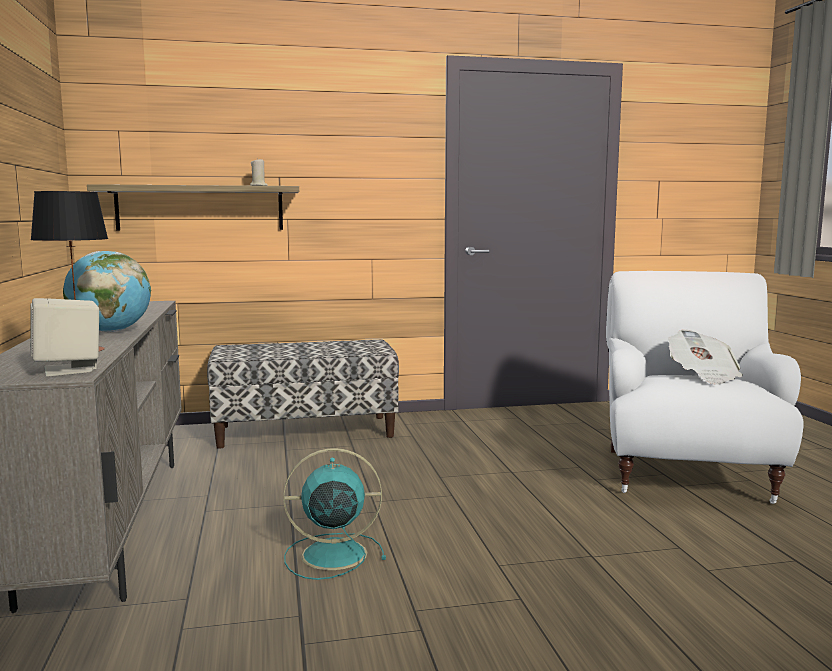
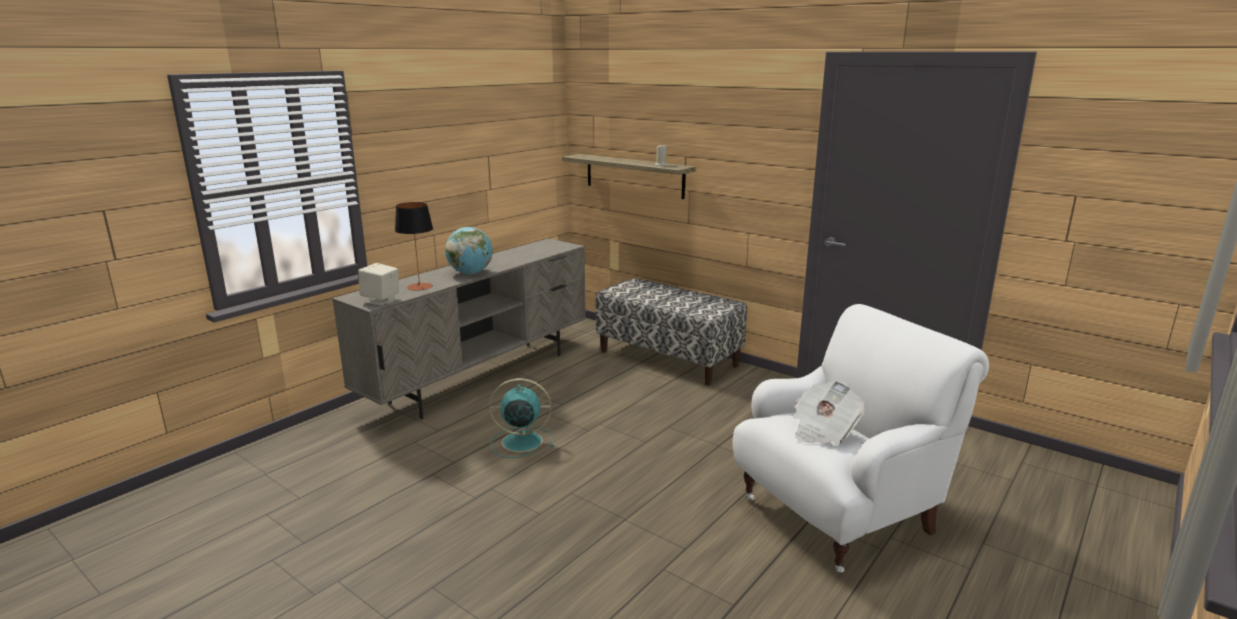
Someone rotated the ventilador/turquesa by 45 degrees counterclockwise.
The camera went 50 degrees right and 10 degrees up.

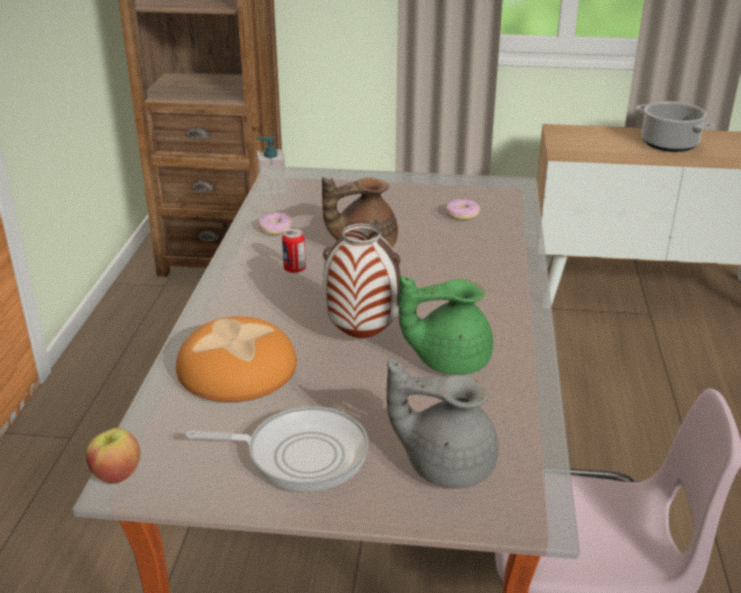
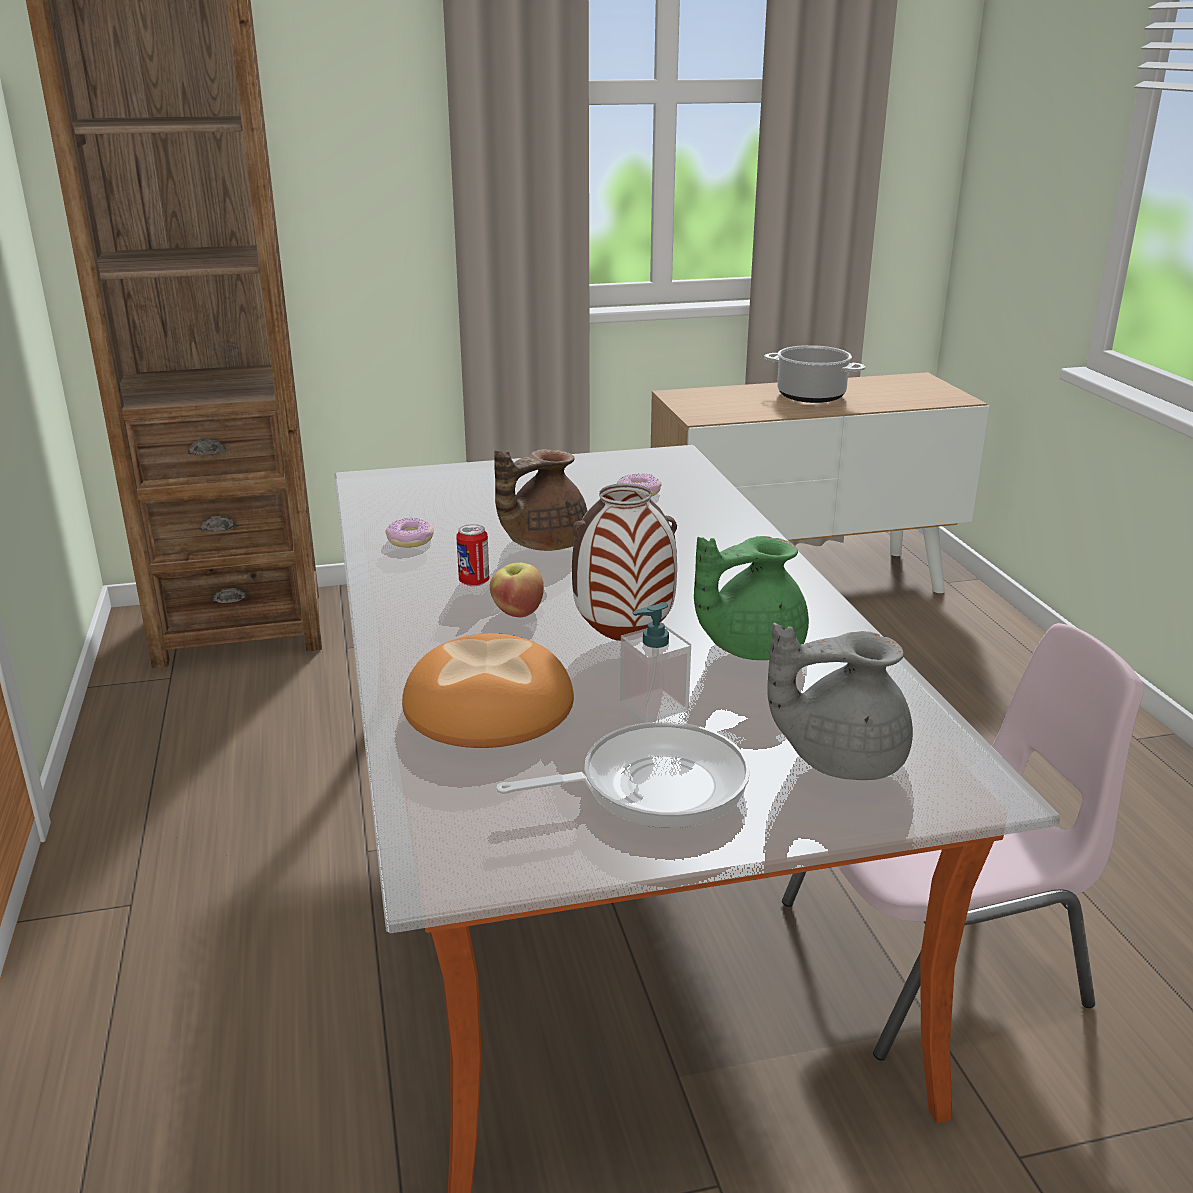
Someone carried the manzana.
Someone carried the dispensador de jabón.
The camera went 20 degrees left and 5 degrees down.

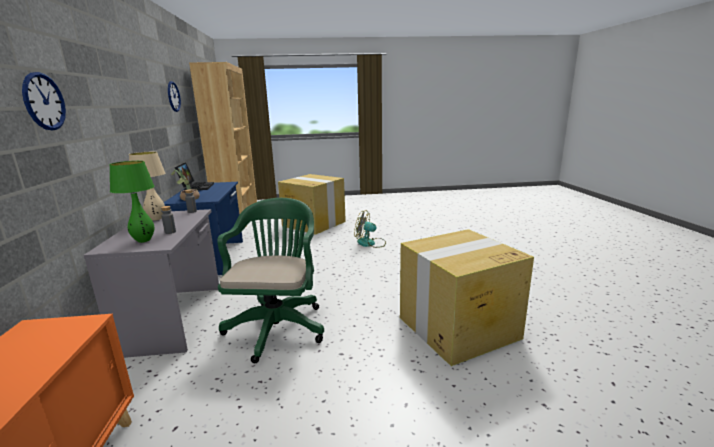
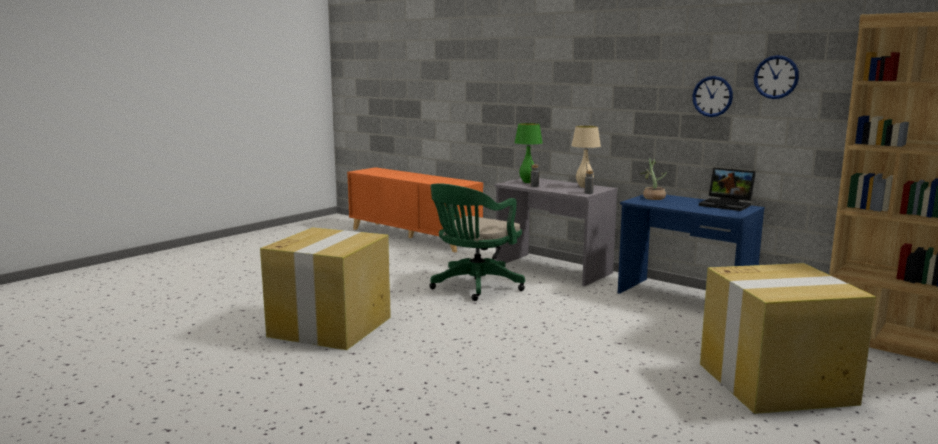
Someone took away the ventilador.
Someone carried the reloj de pared (1st from left).
Someone rotated the silla de oficina/verde by 75 degrees clockwise.
The camera went 135 degrees right and 5 degrees down.

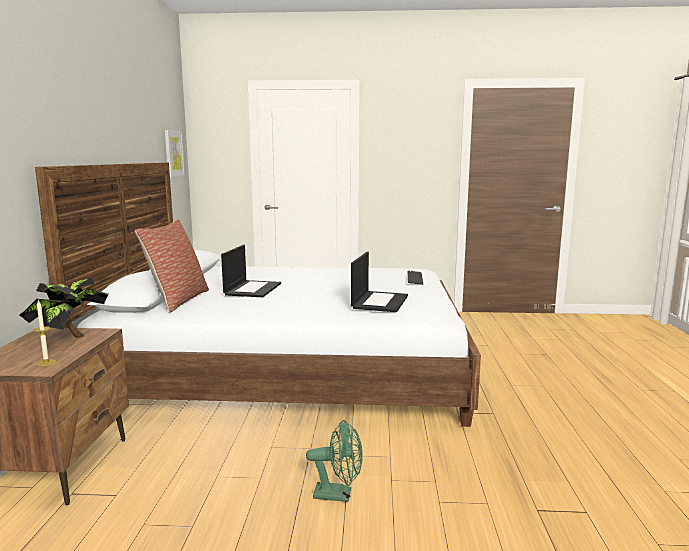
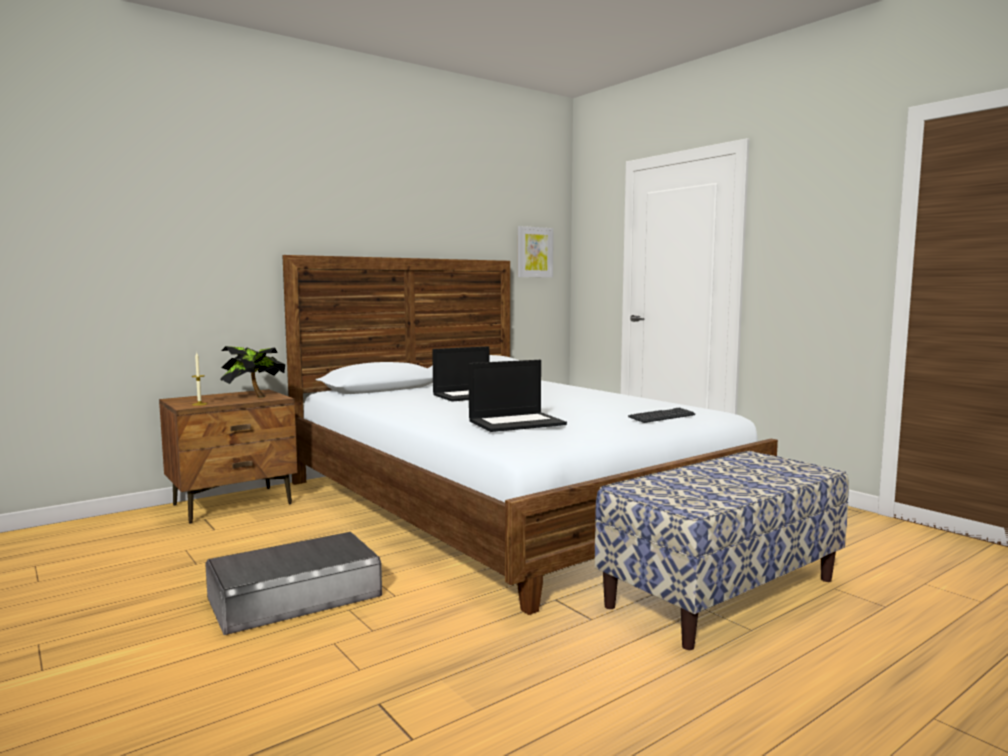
Someone took away the cojín.
Someone put down the banco.
Someone swapped the ventilador/verde for the caja de almacenaje/gris.
The camera went 50 degrees right and 5 degrees down.

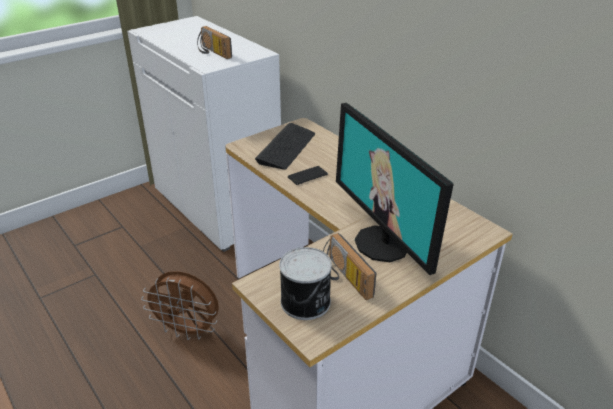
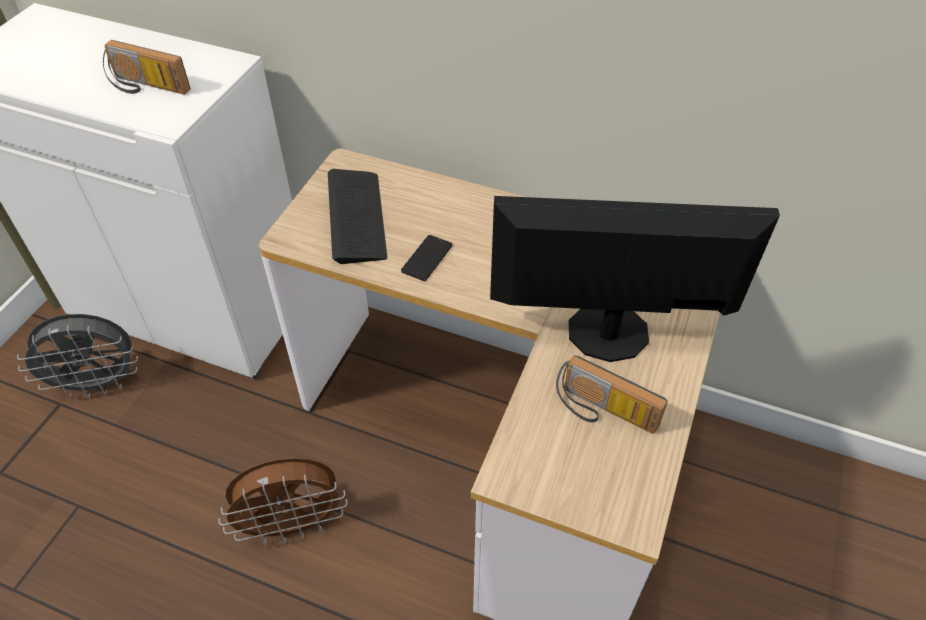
Someone took away the lata.
Someone put down the ventilador/gris.
Someone rotated the monitor by 150 degrees clockwise.
The camera went 30 degrees left and 15 degrees up.

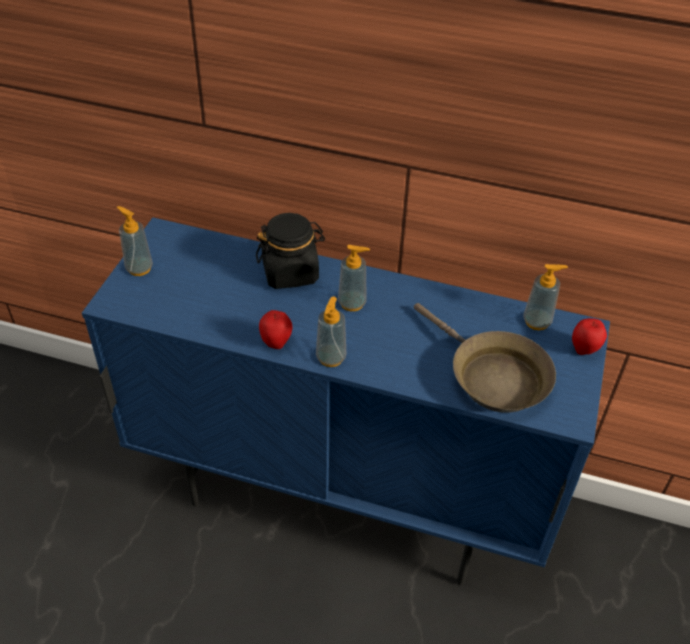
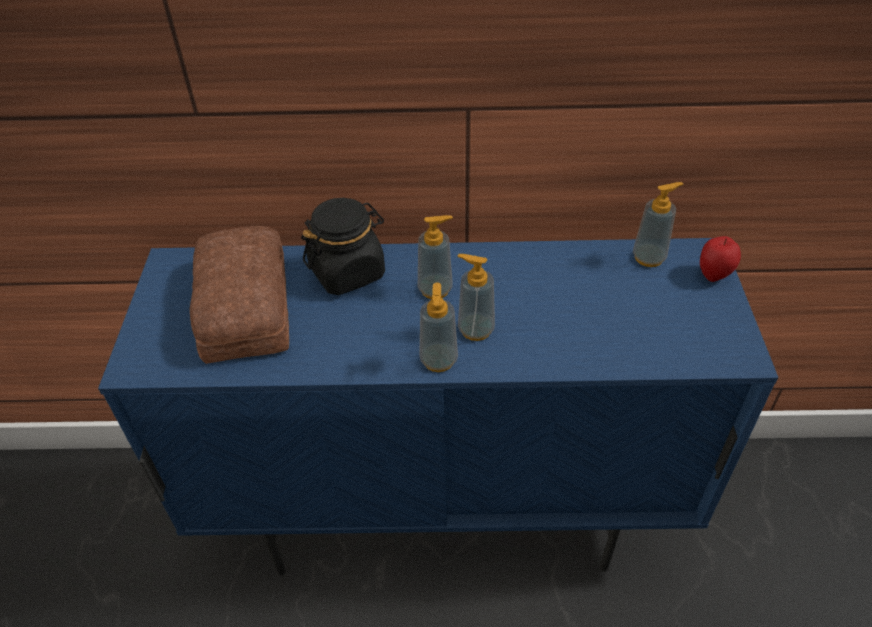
Someone took away the manzana (1st from left).
Someone took away the sartén/marrón.
Someone put down the pan.
Someone carried the dispensador de jabón (1st from left in the first image).
The camera went 15 degrees left and 0 degrees up.

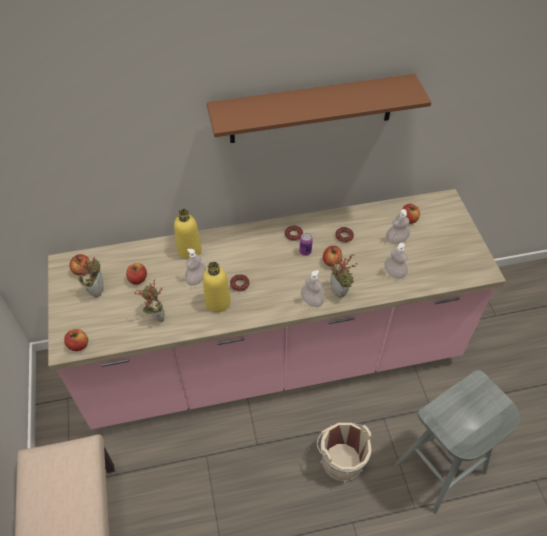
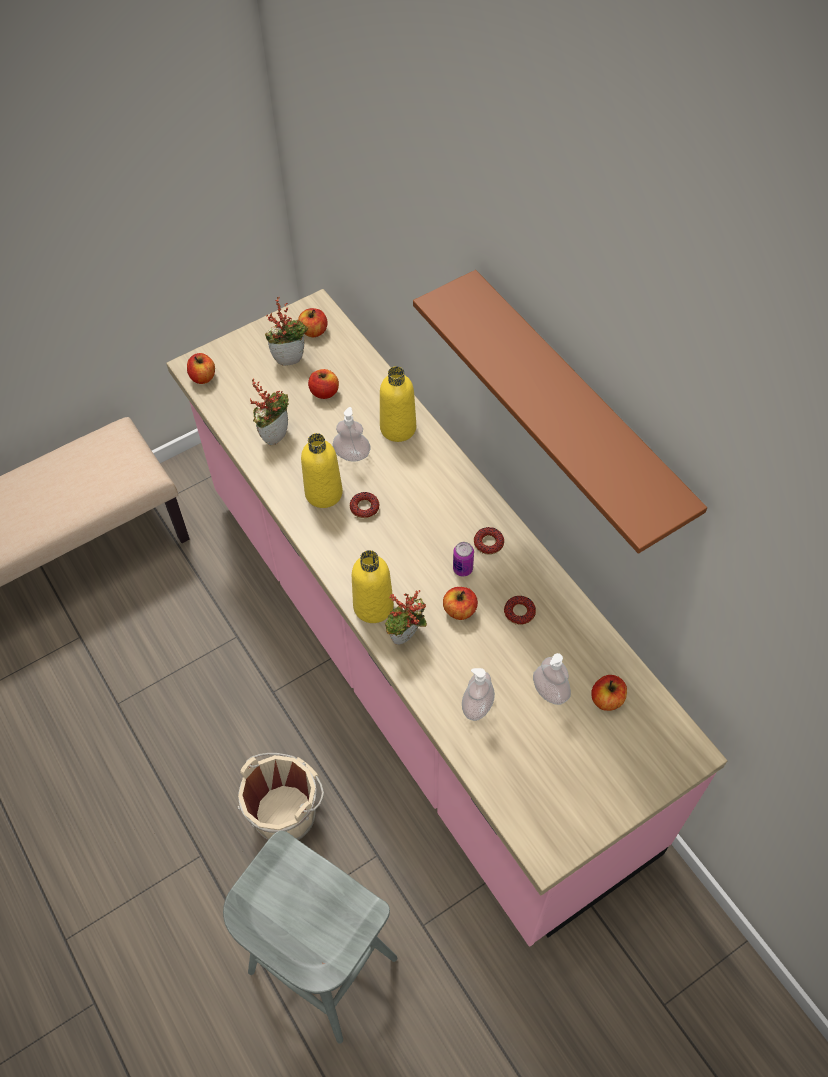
Someone swapped the dispensador de jabón (2nd from left) for the botella/amarillo (2nd from left).
The camera went 70 degrees right and 5 degrees up.

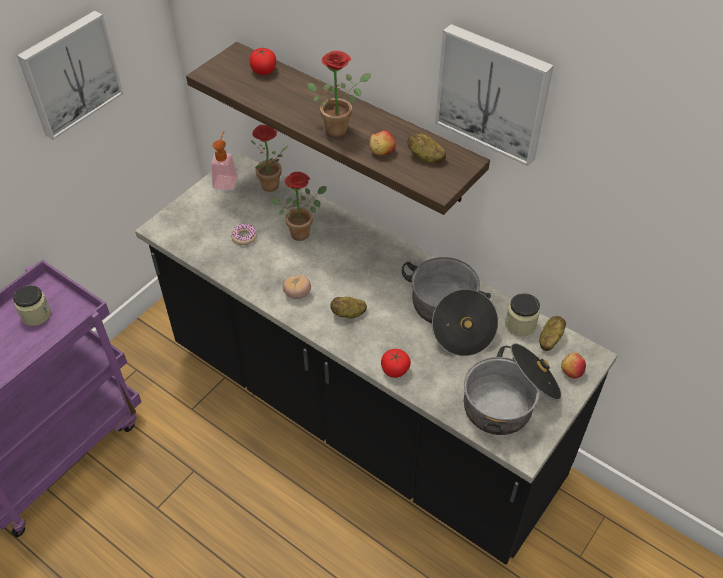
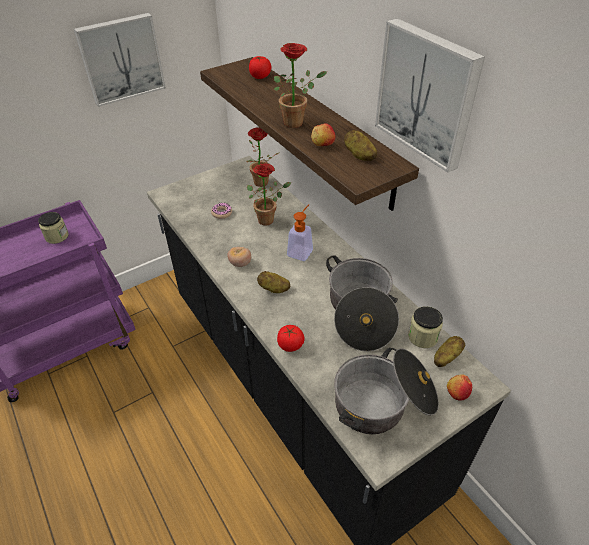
Someone carried the dispensador de jabón.
The camera went 20 degrees right and 5 degrees down.

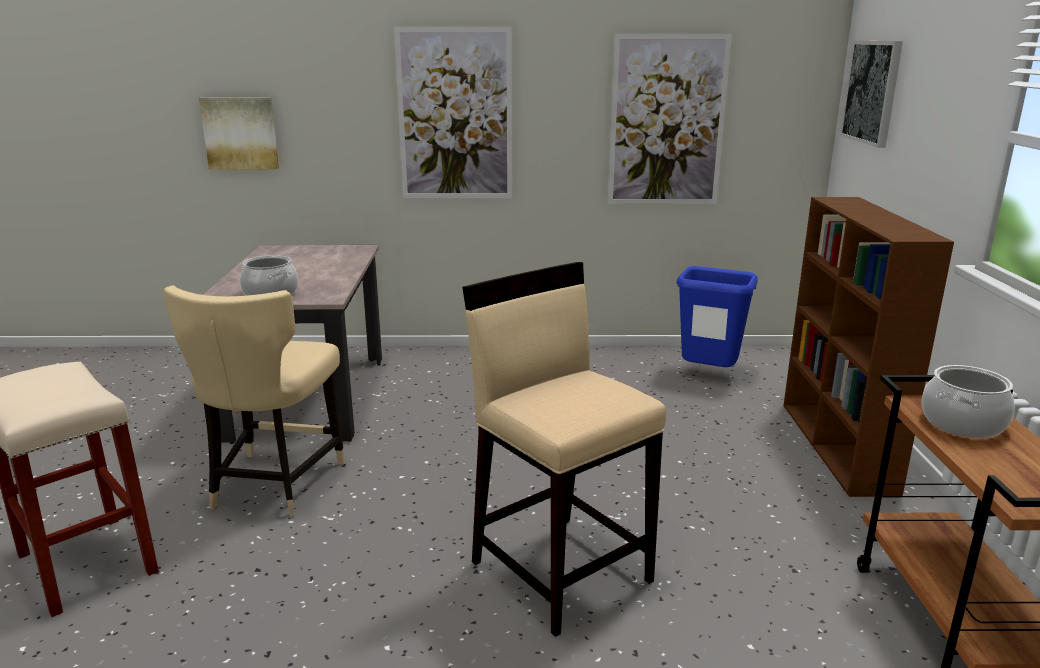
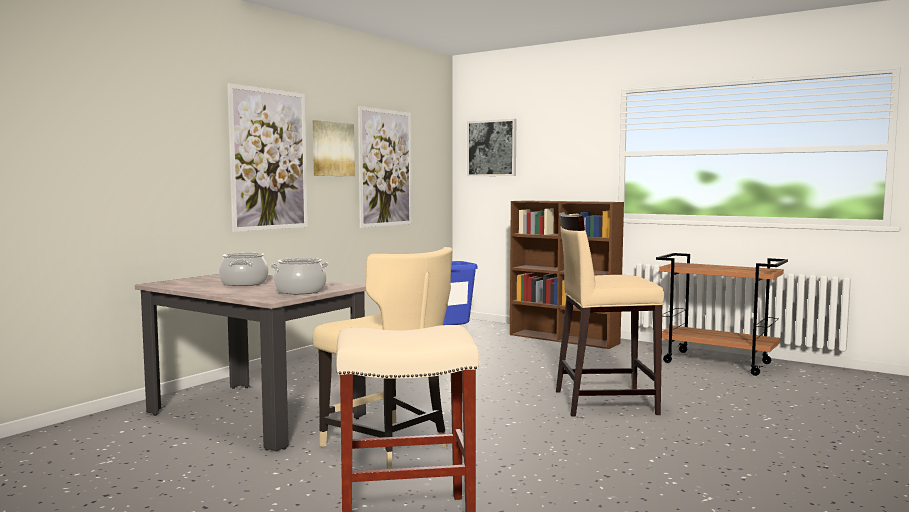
Someone carried the cuadro (1st from left in the first image).
Someone carried the olla (2nd from left in the first image).
The camera went 55 degrees left and 15 degrees down.

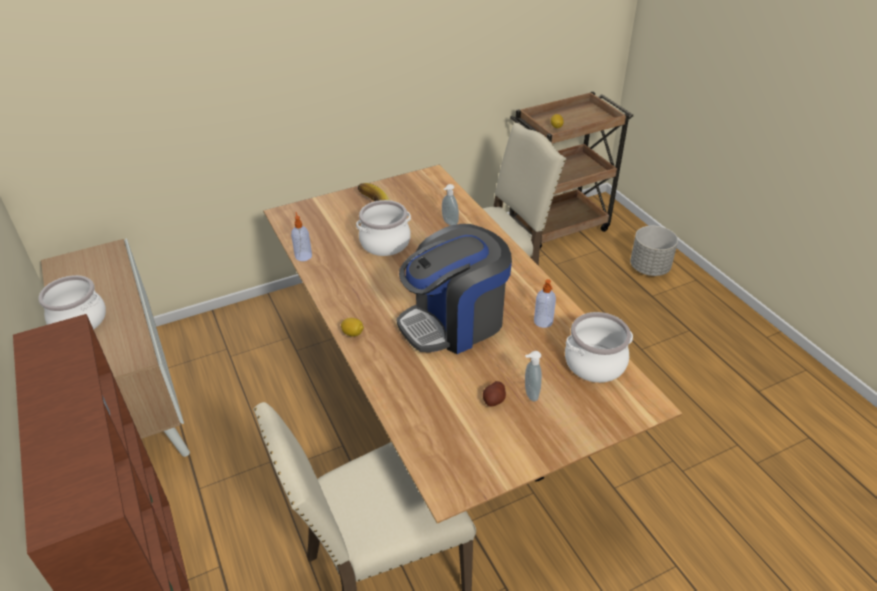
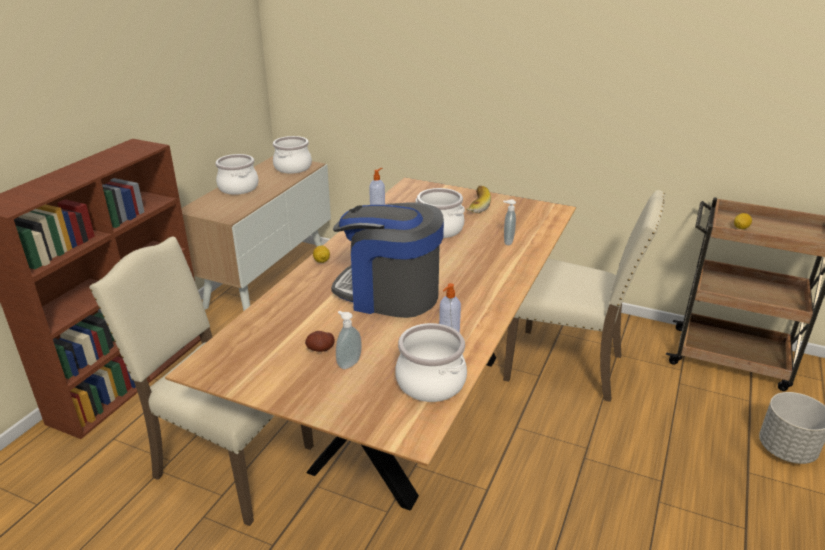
Someone put down the olla (2nd from left).
The camera went 50 degrees right and 10 degrees down.

